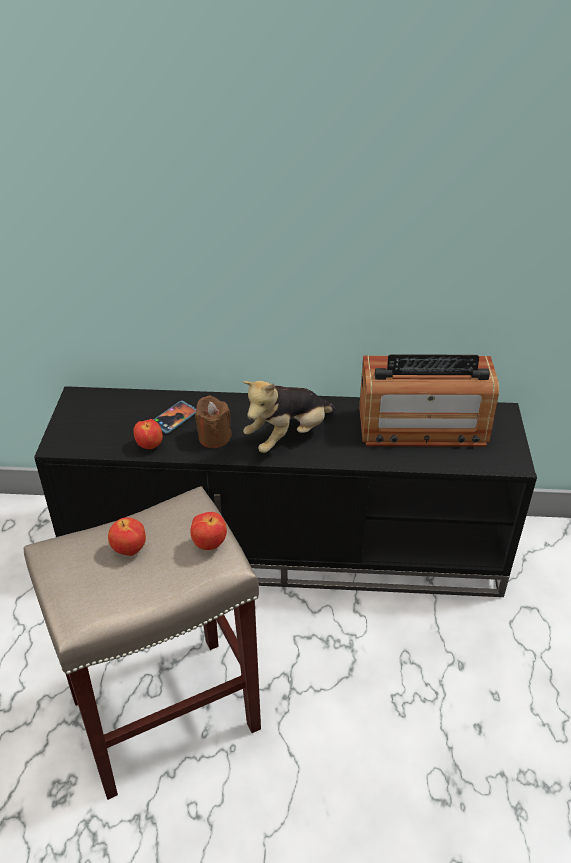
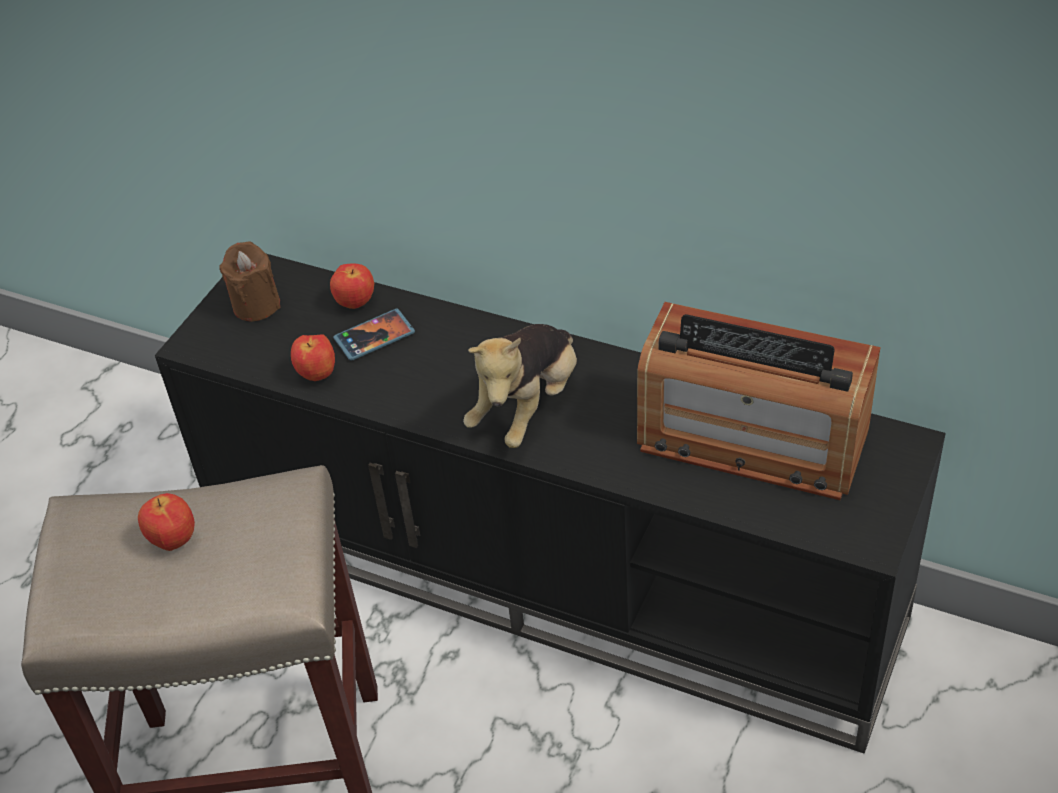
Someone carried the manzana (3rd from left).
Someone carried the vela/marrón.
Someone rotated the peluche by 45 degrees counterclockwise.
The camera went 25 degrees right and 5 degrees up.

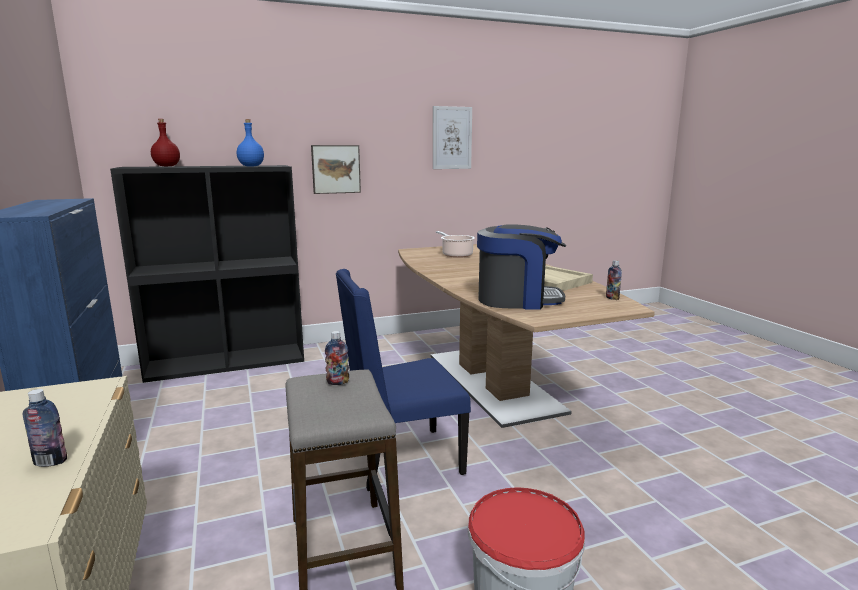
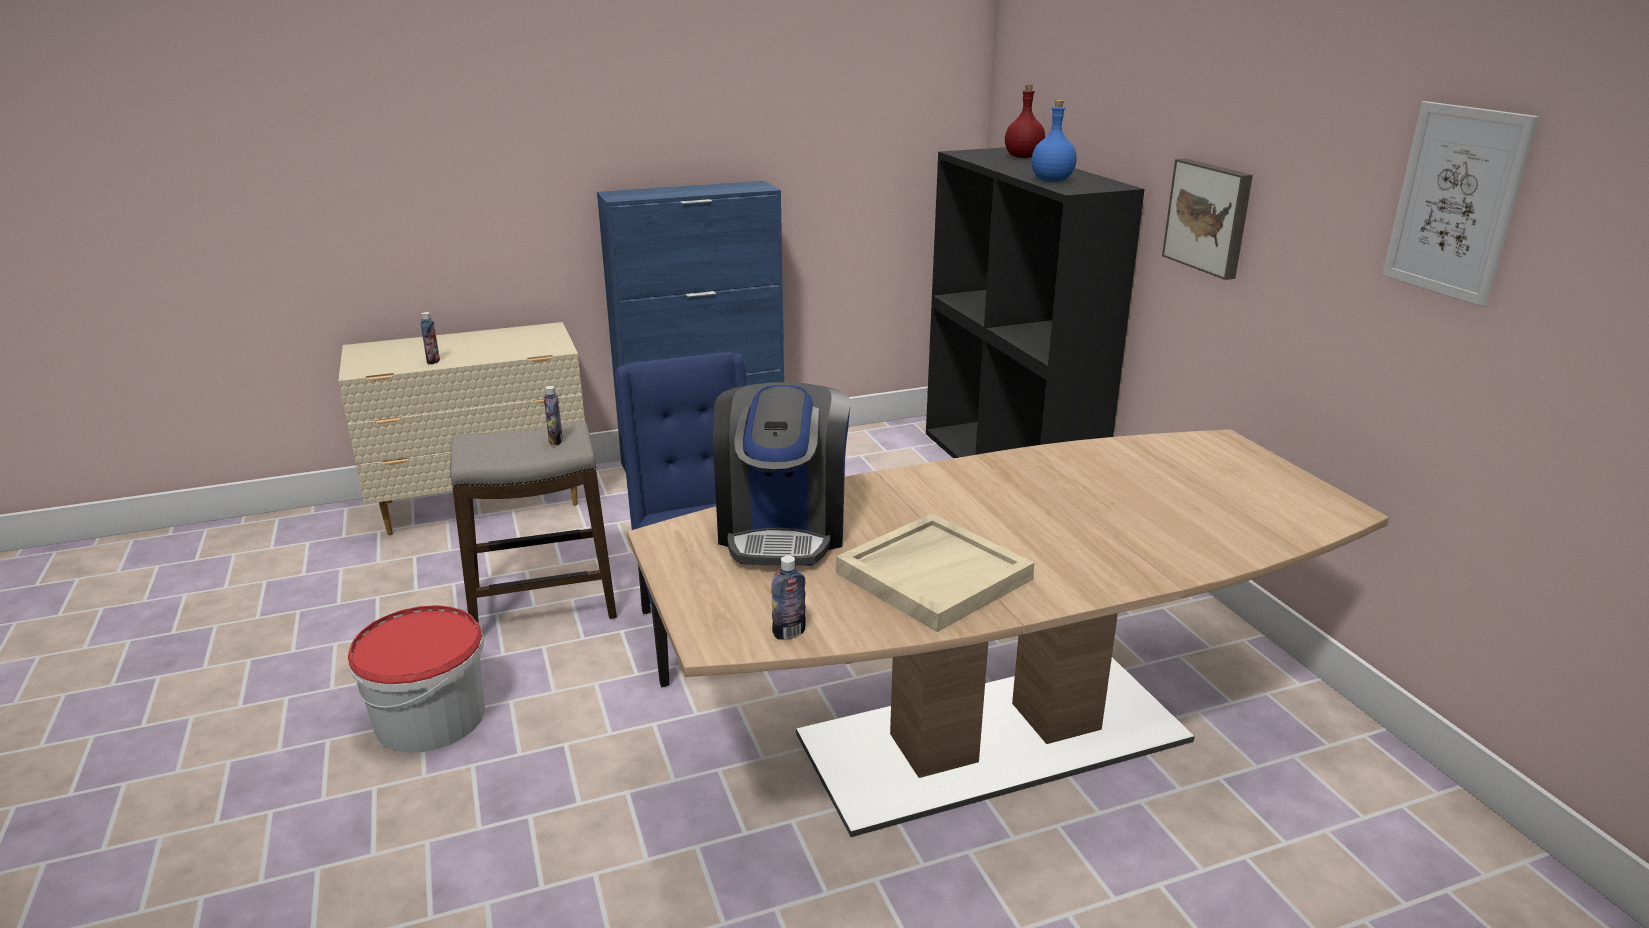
Someone took away the olla.
The camera went 90 degrees right and 10 degrees up.

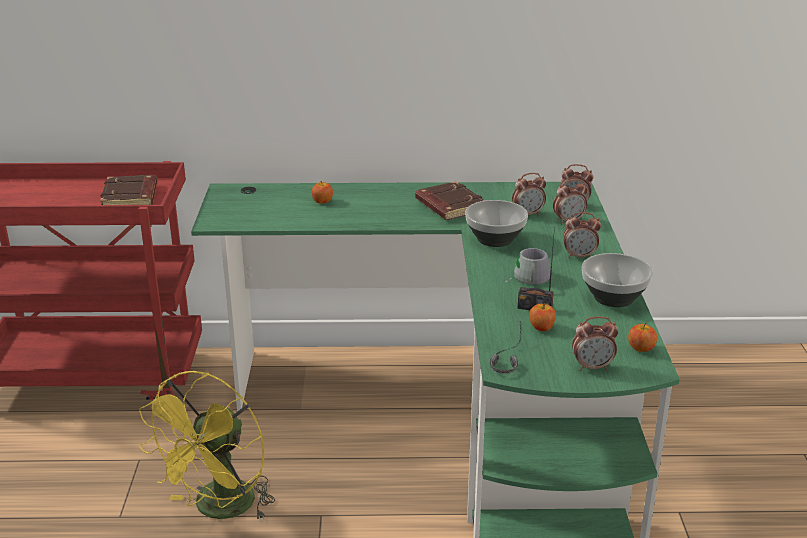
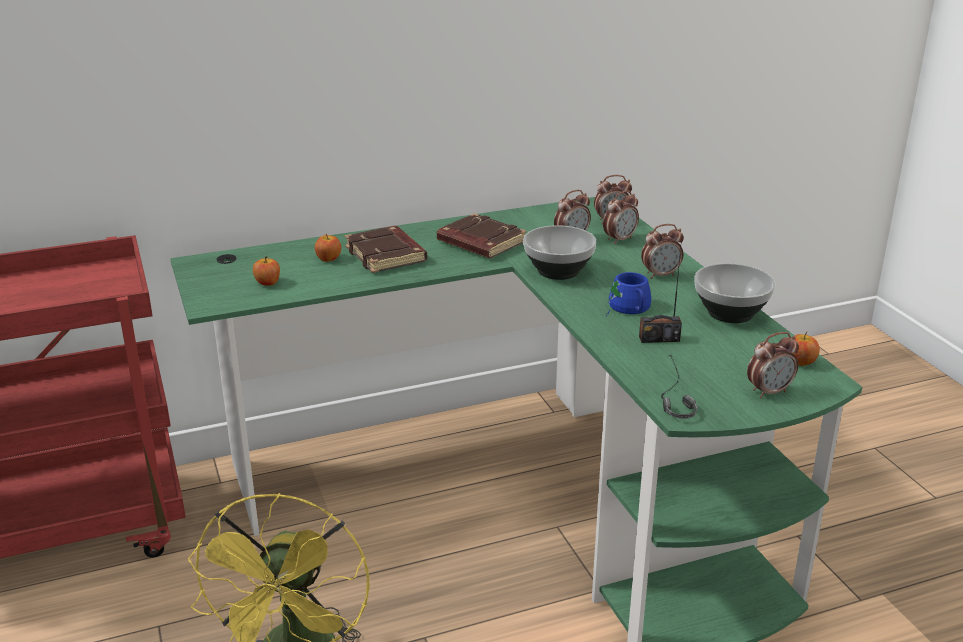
Someone carried the libro/marrón (1st from left).
Someone carried the manzana (2nd from left in the first image).
Someone repainted the taza grande/gris, which became the taza grande/azul.
The camera went 20 degrees left and 0 degrees up.

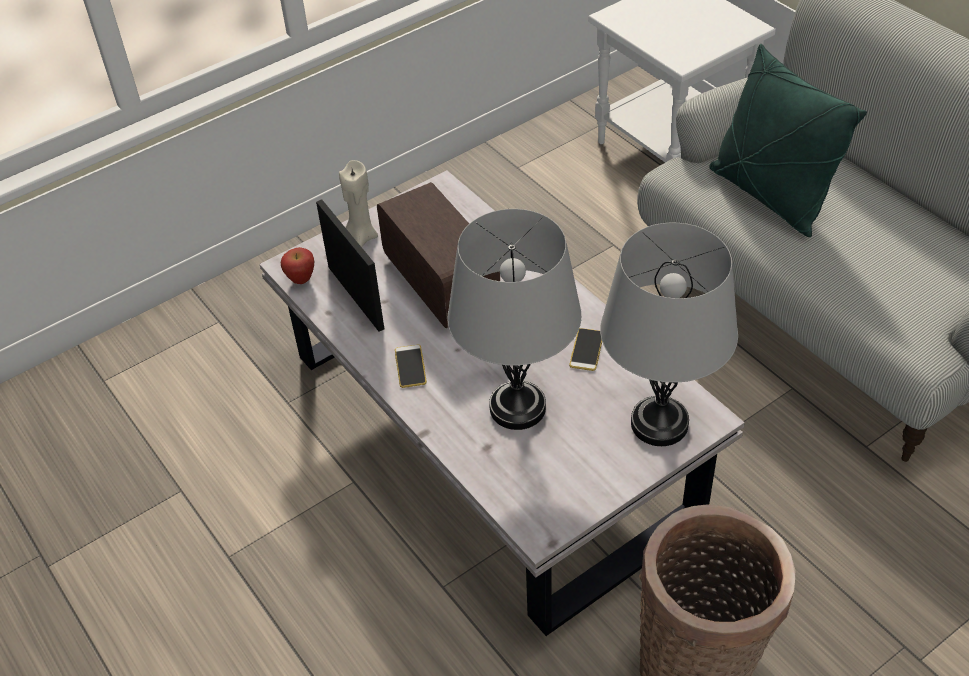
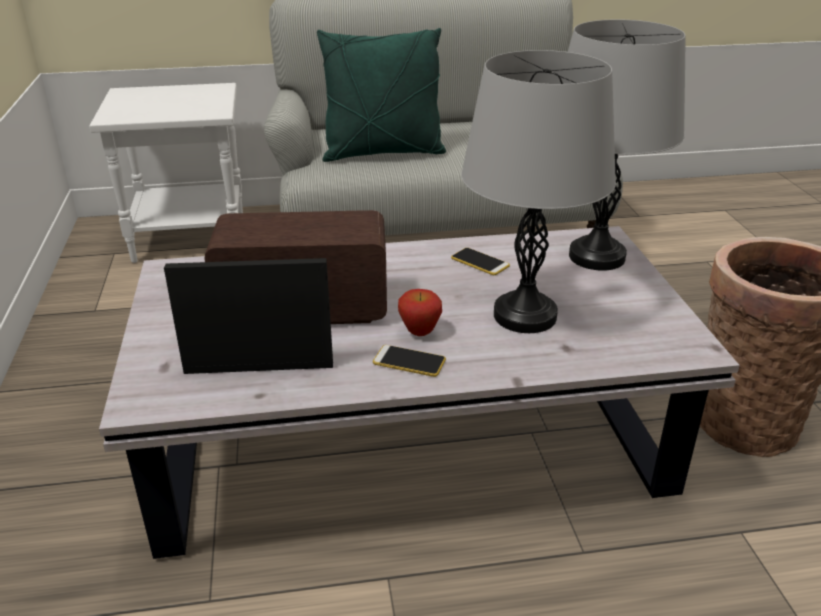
Someone took away the vela/beis.
Someone carried the manzana.
The camera went 65 degrees left and 15 degrees down.

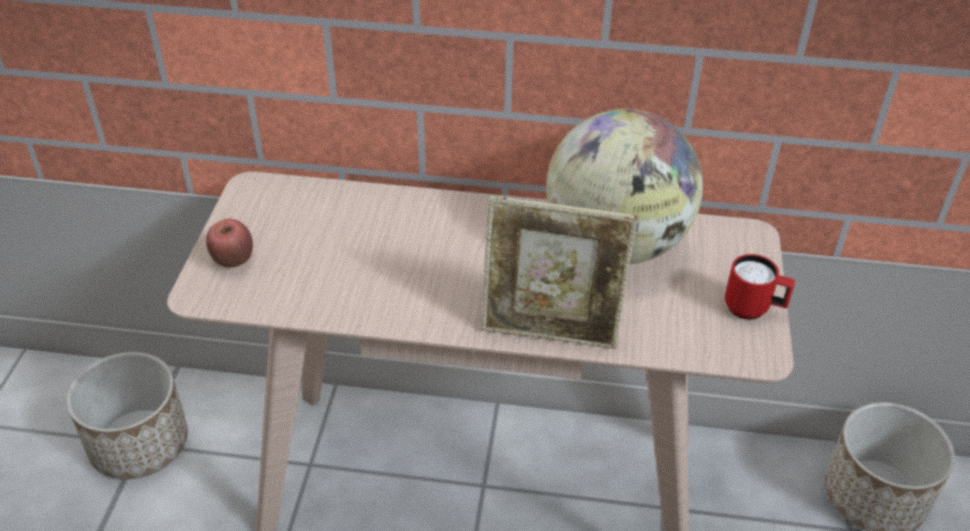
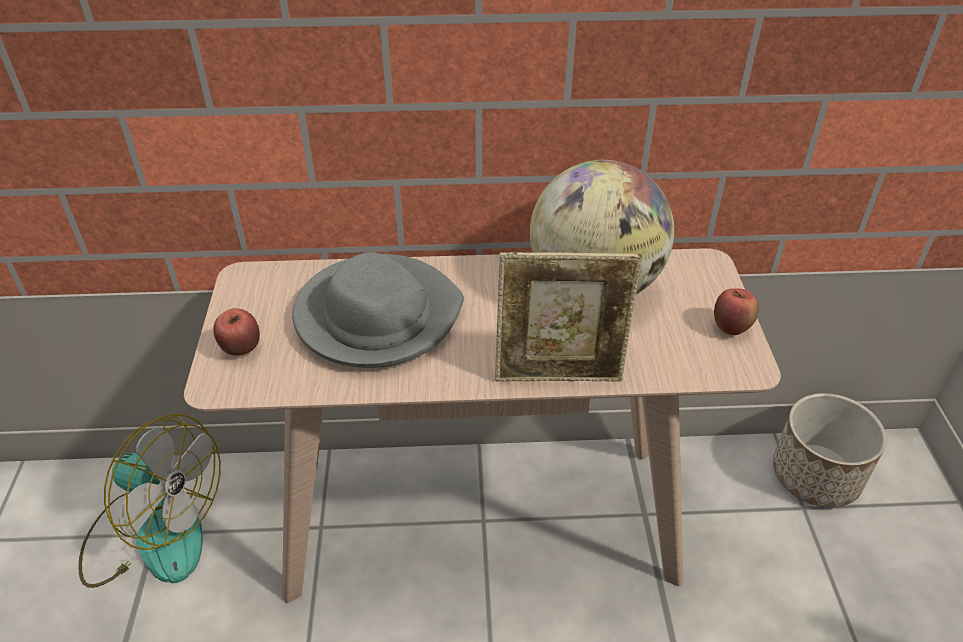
Someone put down the sombrero/gris.
Someone swapped the maceta (1st from left) for the ventilador.
Someone swapped the taza grande/rojo for the manzana (2nd from left).
The camera went 10 degrees left and 0 degrees up.

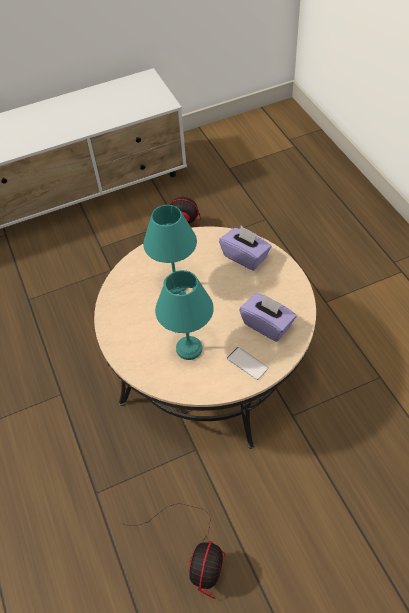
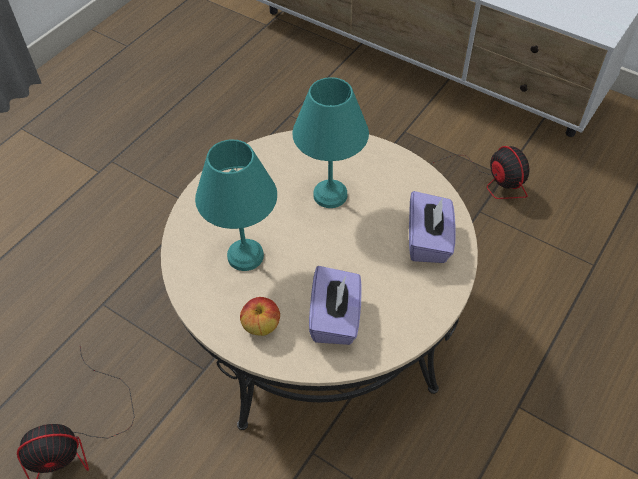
Someone swapped the móvil for the manzana.
The camera went 55 degrees right and 0 degrees up.

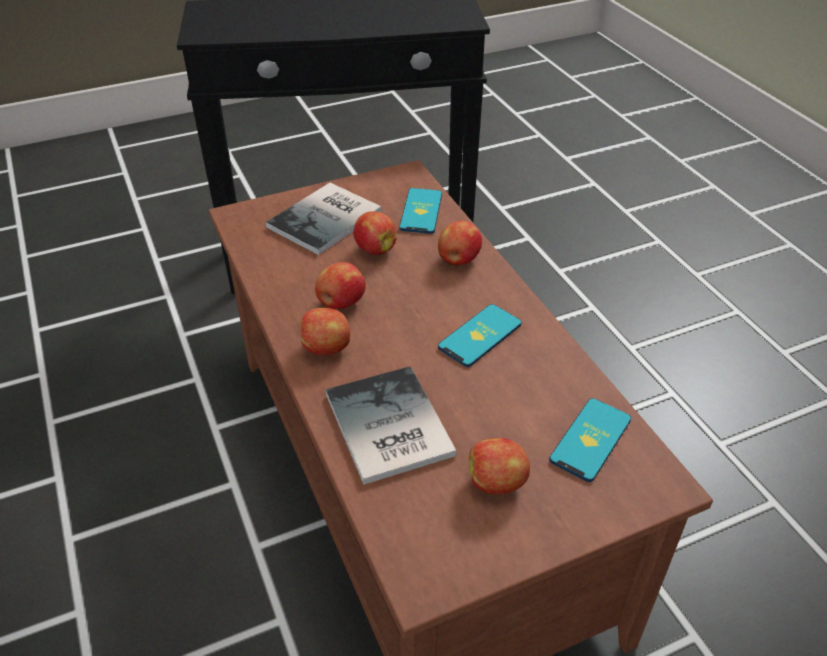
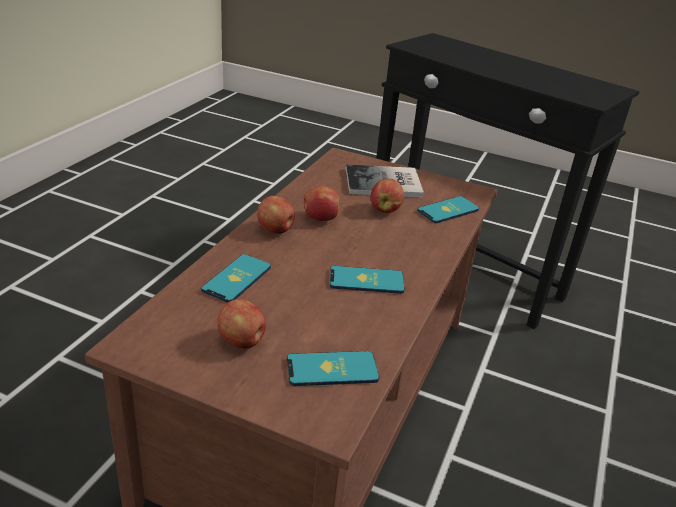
Someone took away the manzana (4th from left).
Someone swapped the libro (2nd from left) for the móvil (1st from left).
The camera went 45 degrees right and 10 degrees down.

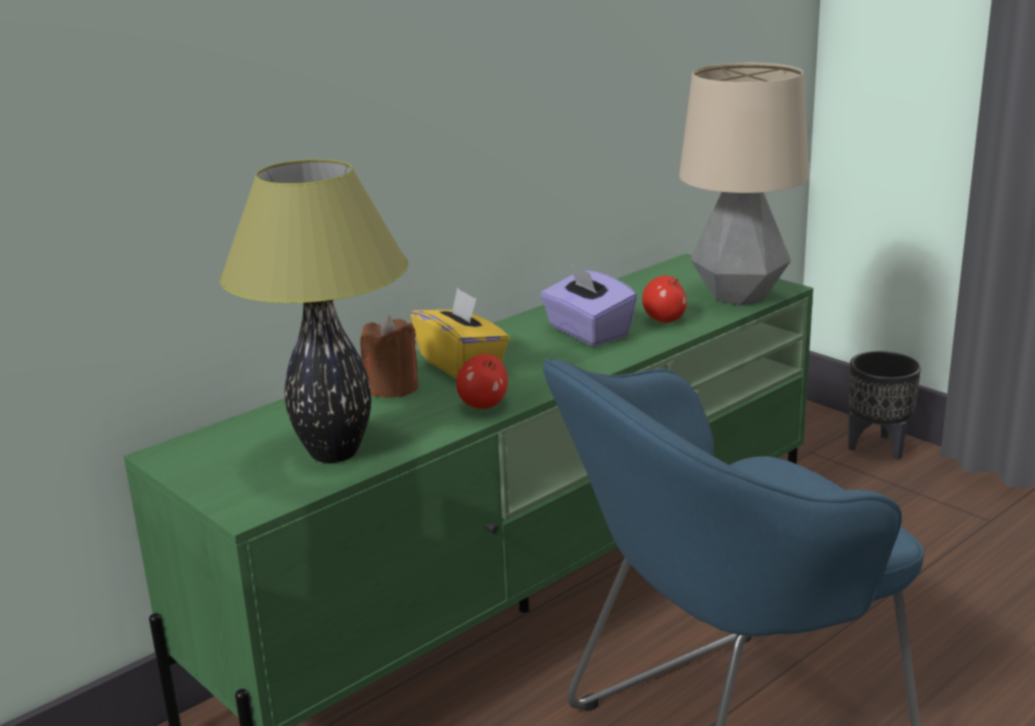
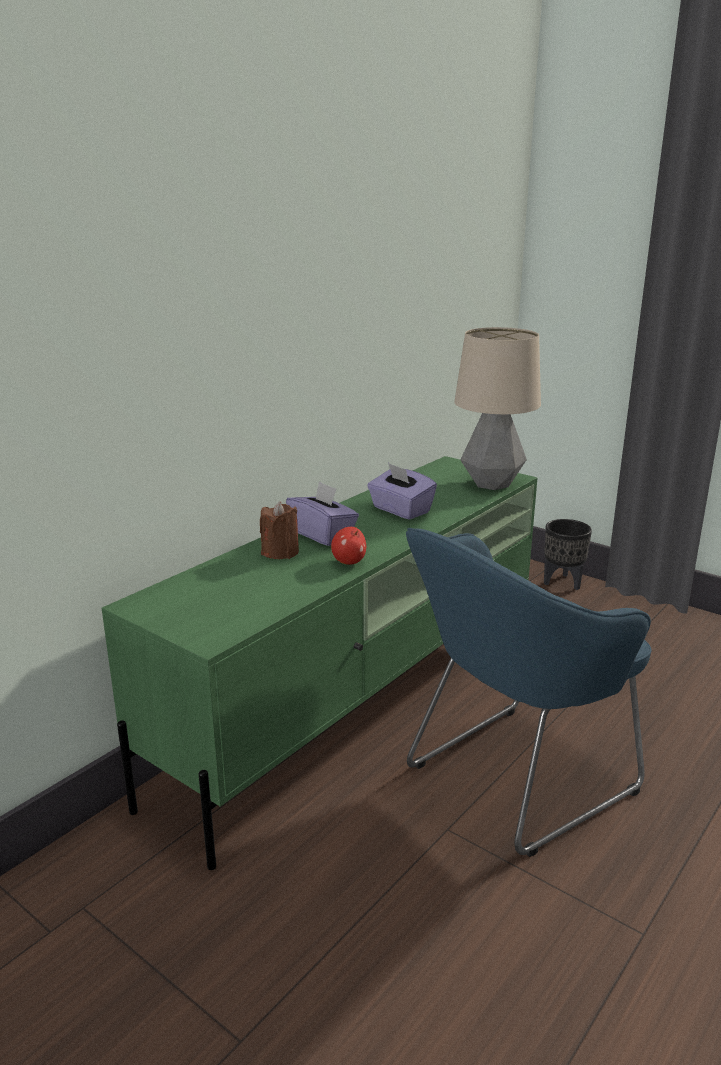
Someone took away the lámpara de mesa (1st from left).
Someone took away the manzana (2nd from left).
Someone repainted the caja de pañuelos/amarillo, which became the caja de pañuelos/morado (1st from left).
The camera went 10 degrees left and 0 degrees up.

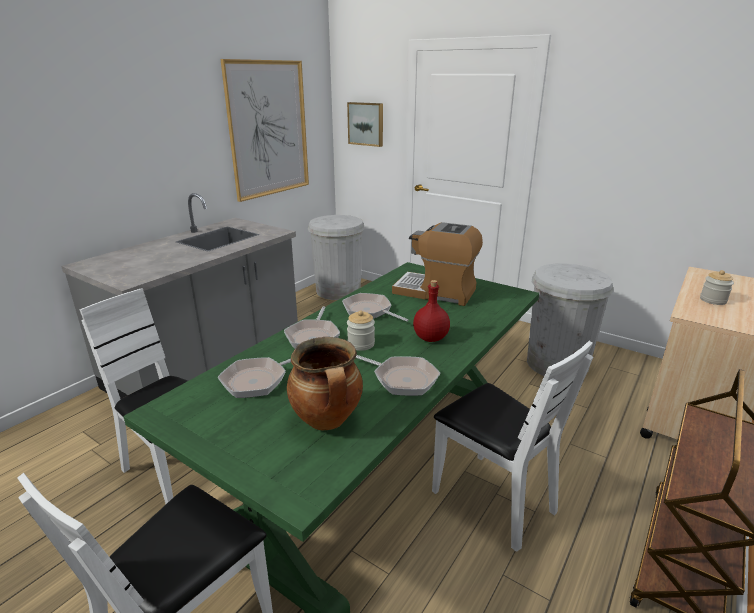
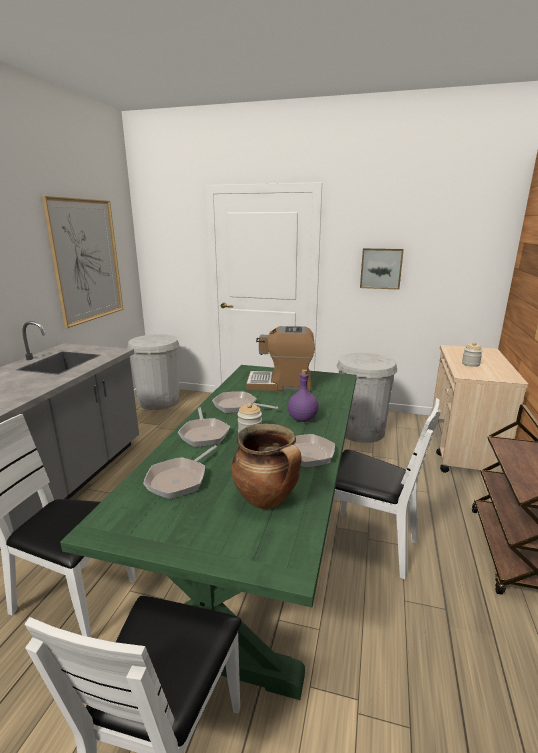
Someone carried the cuadro (2nd from left).
Someone repainted the botella/rojo, which became the botella/morado.
The camera went 20 degrees left and 5 degrees down.

